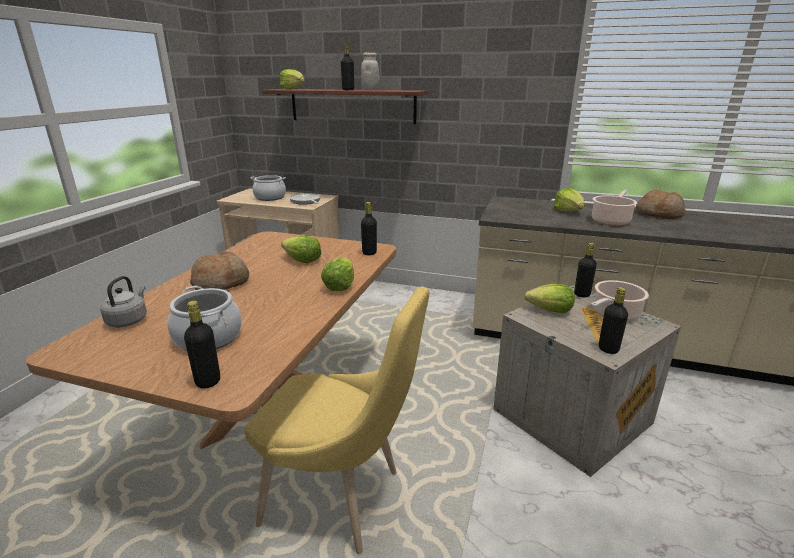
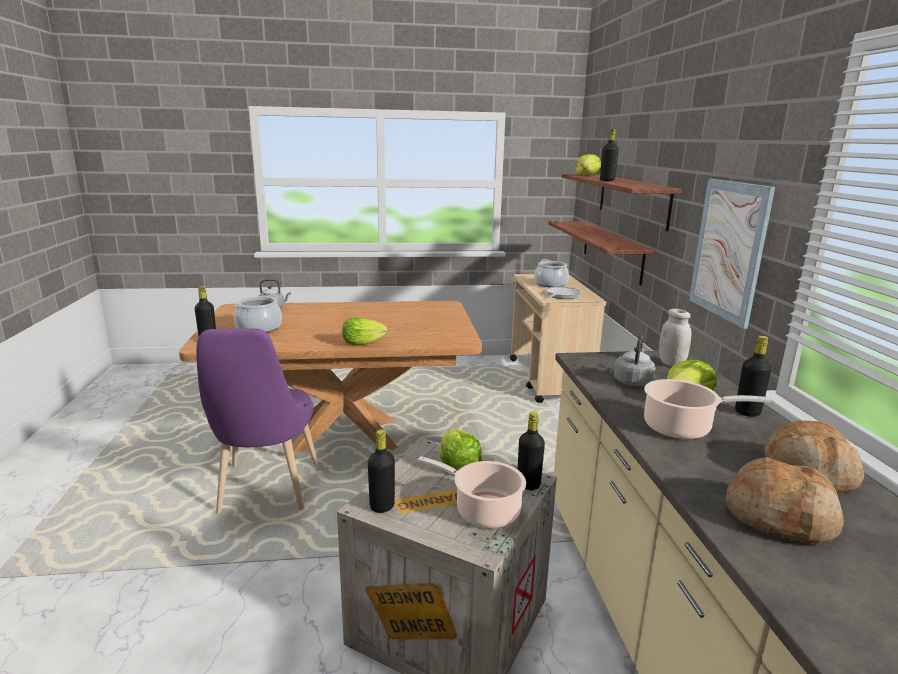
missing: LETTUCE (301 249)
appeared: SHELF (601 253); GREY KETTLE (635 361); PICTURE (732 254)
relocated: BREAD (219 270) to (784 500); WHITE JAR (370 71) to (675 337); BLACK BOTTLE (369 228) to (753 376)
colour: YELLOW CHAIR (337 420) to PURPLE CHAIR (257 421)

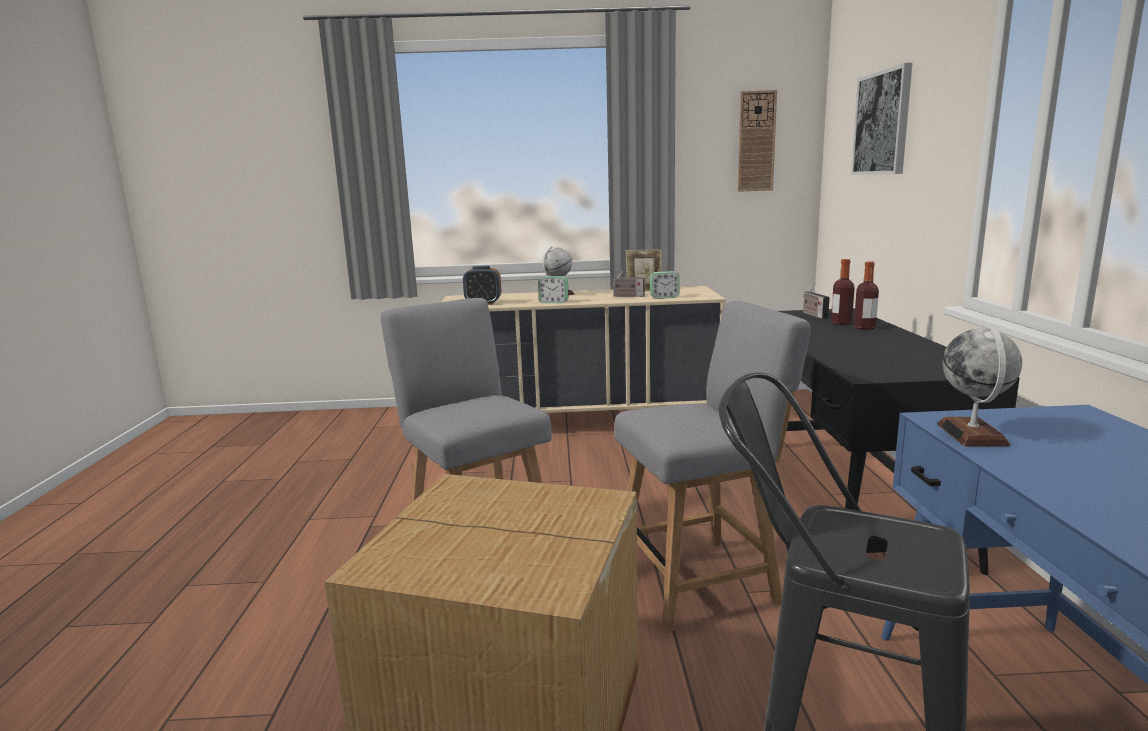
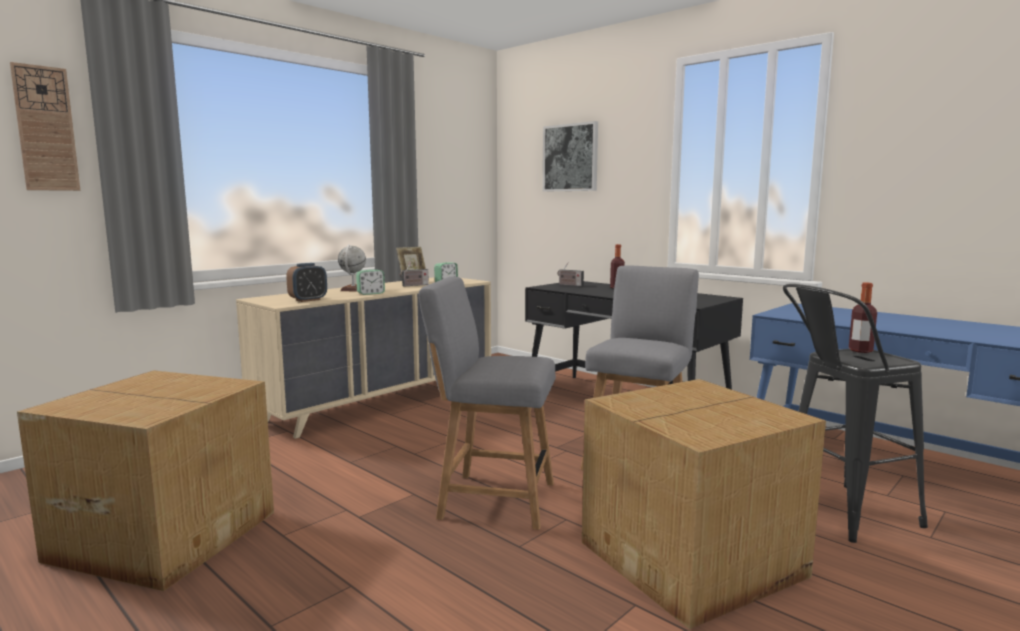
missing: GLOBE (979 387)
appeared: CARDBOARD BOX (145 480)
relocated: WALL CLOCK (757 141) to (45 126); BOTTLE (843 292) to (863 317)

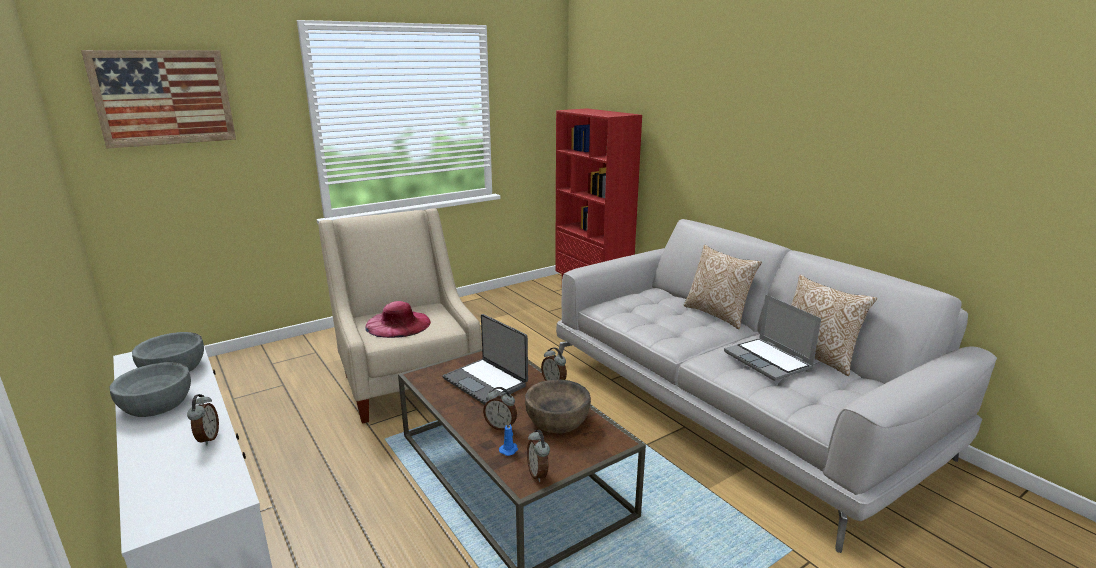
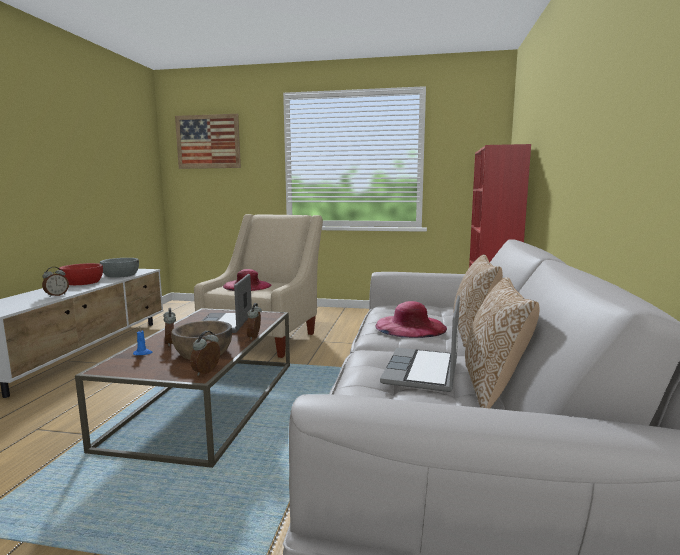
appeared: PINK HAT (411 319)
relocated: ALARM CLOCK (538 456) to (205 353)
colour: GREY BOWL (150 389) to RED BOWL (81 274)

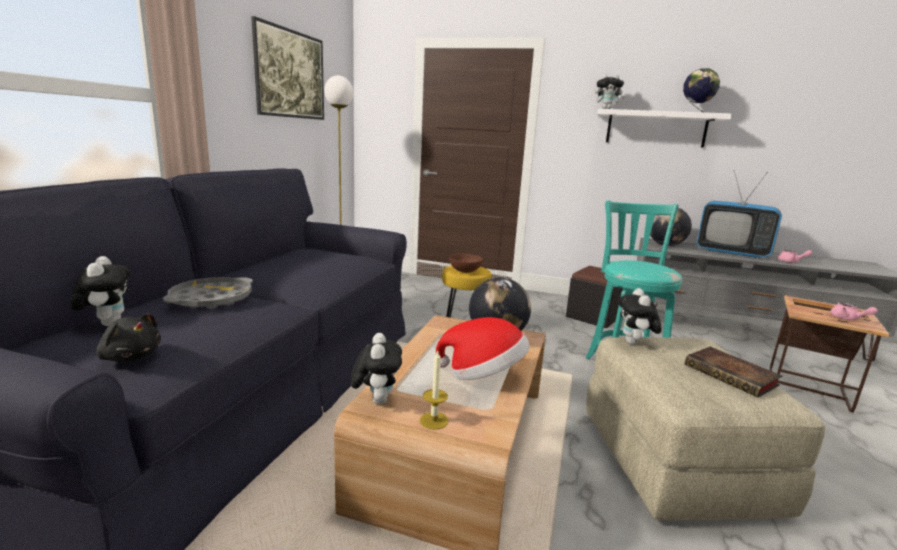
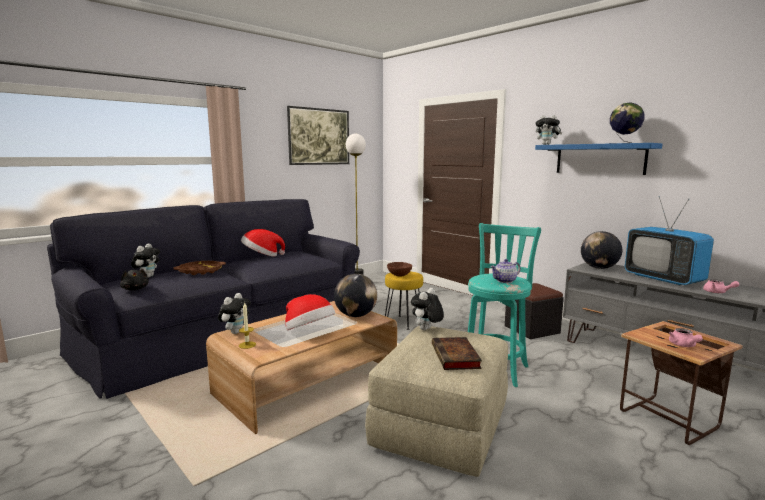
appeared: HAT (263 243); TEAPOT (505 271)
colour: GREY TRAY (208 293) to BROWN TRAY (199 268); WHITE SHELF (665 128) to BLUE SHELF (598 159)

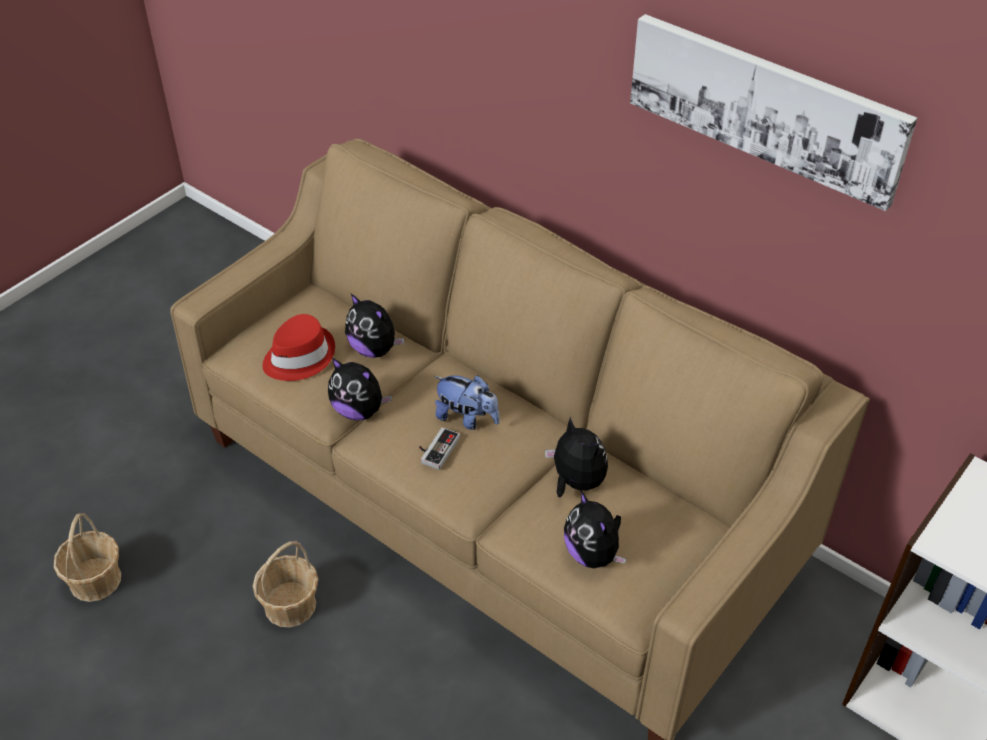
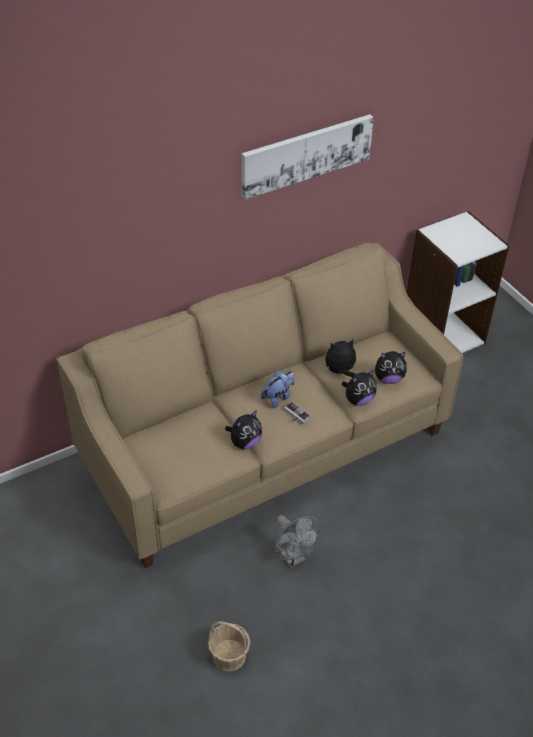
missing: RED HAT (299 347)
relocated: PLUSH TOY (374 326) to (359 388)
exchanged: BASKET (285 584) to GREY FAN (297 541)

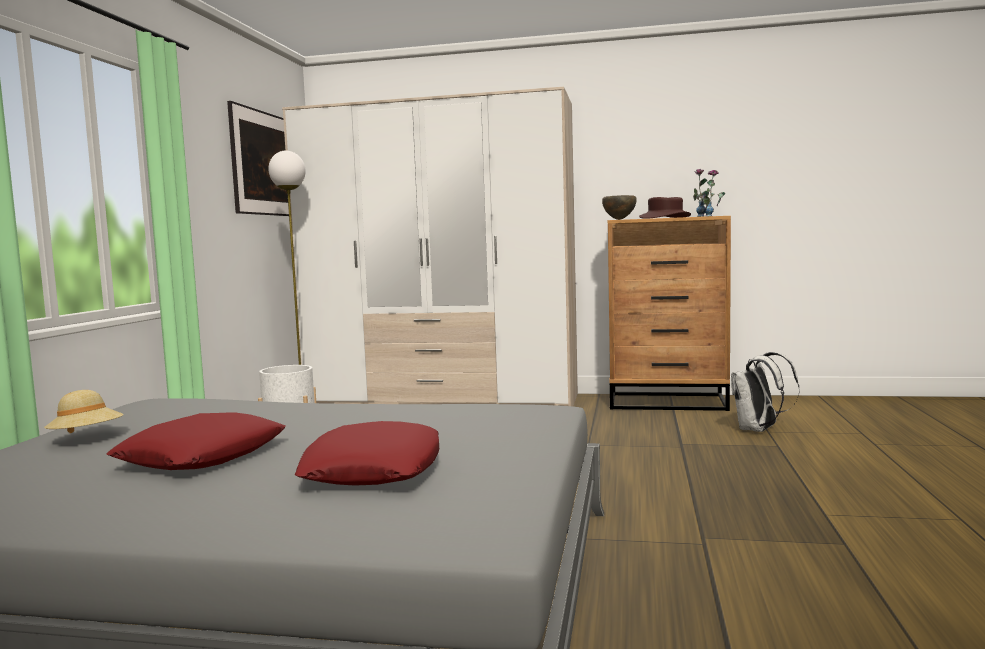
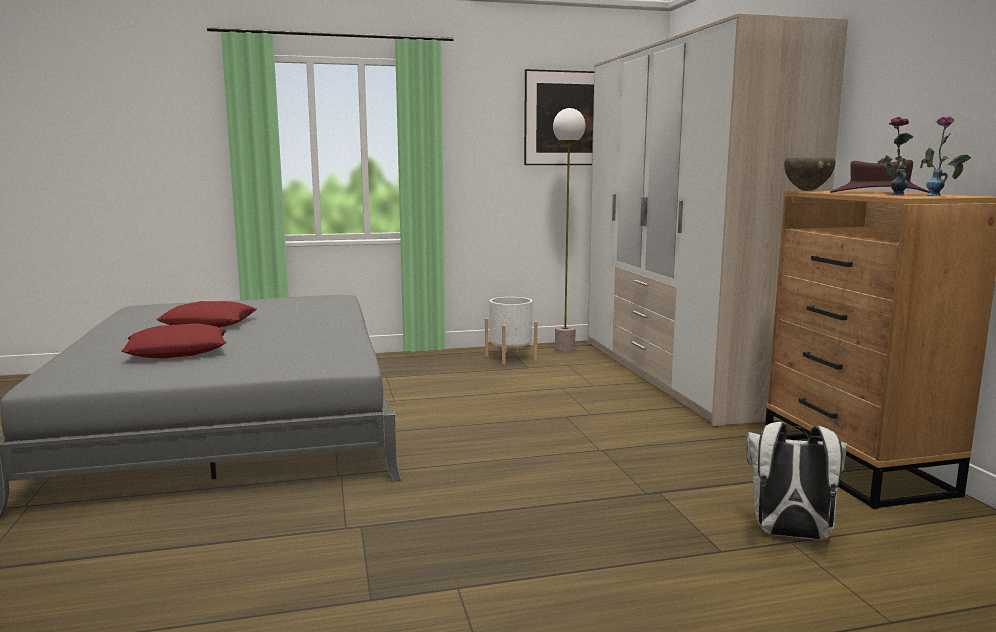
missing: BEIGE HAT (84 411)

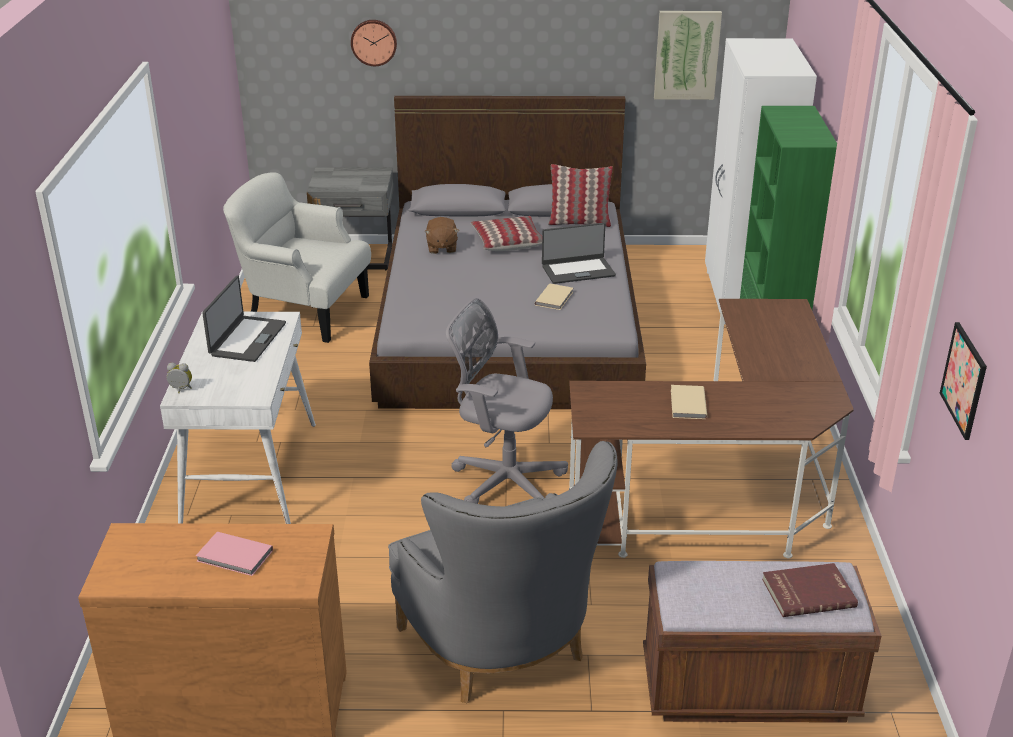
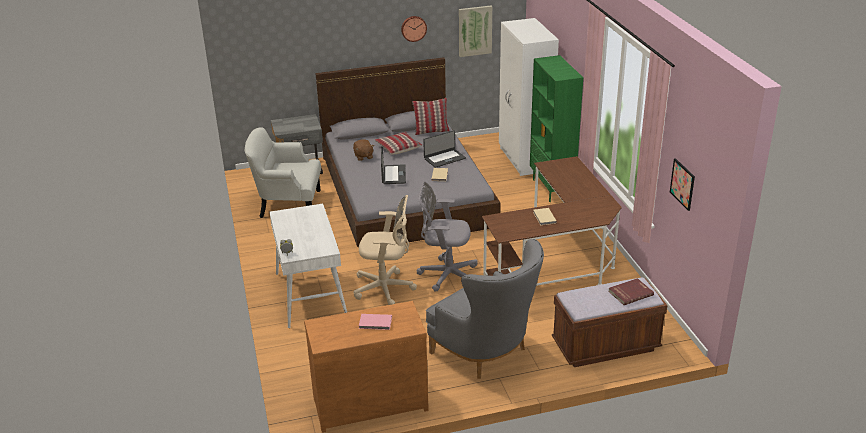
appeared: BEIGE OFFICE CHAIR (385 250)
relocated: LAPTOP (244 319) to (393 165); WALL CLOCK (374 43) to (414 29)

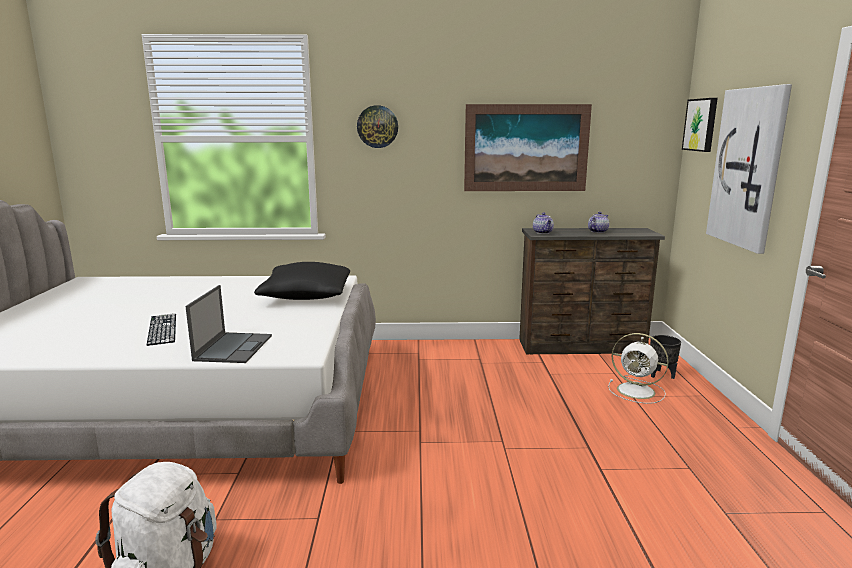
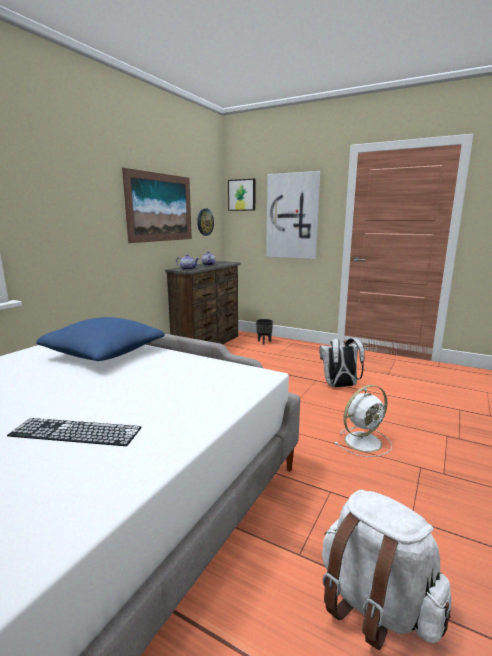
missing: LAPTOP (228 324)
appeared: WHITE BACKPACK (342 363)
relocated: WALL CLOCK (377 126) to (205 222); WHITE FAN (638 368) to (363 421)
colour: BLACK PILLOW (302 281) to BLUE PILLOW (100 339)

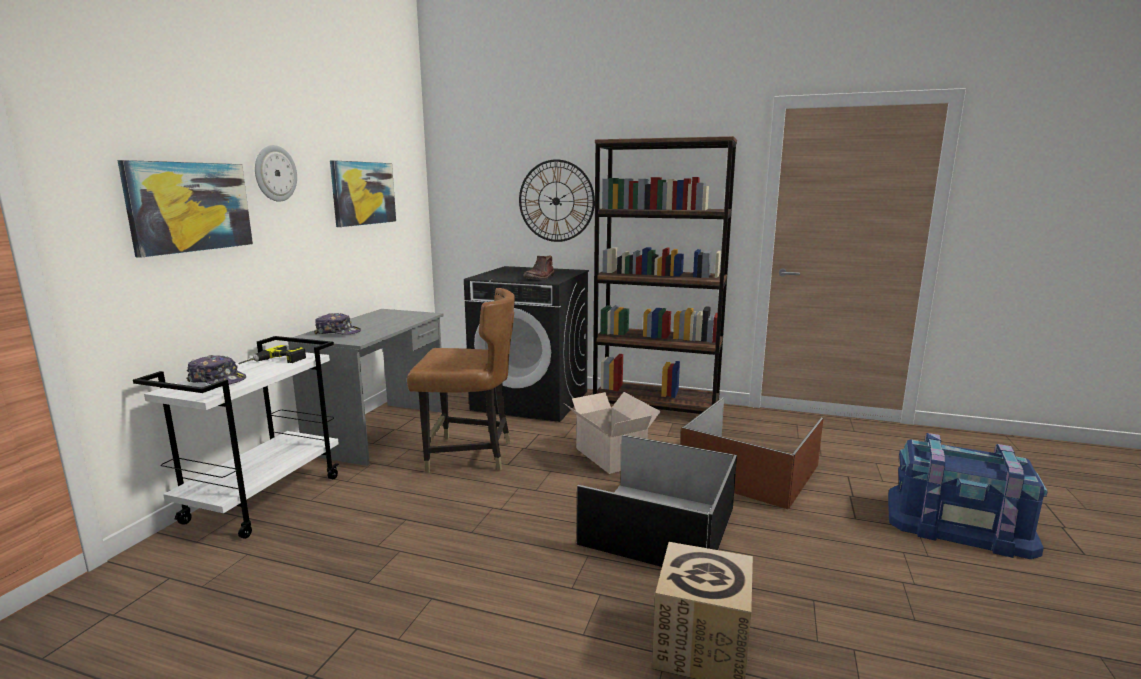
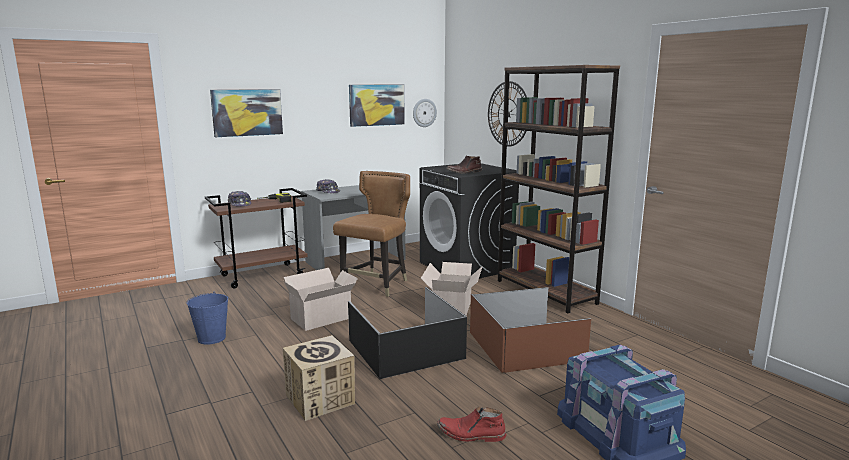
appeared: BLUE BUCKET (207 318); CARDBOARD BOX (321 299); RED BOOT (471 424)
relocated: WALL CLOCK (276 173) to (425 113)
colour: WHITE CART (236 437) to BROWN CART (256 238)
spun: BROWN CHAIR (461 380) = (371 234) 105 degrees counterclockwise

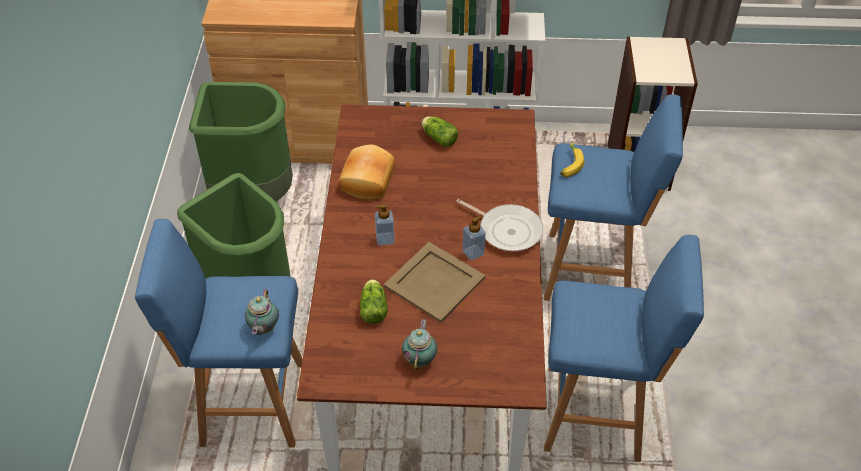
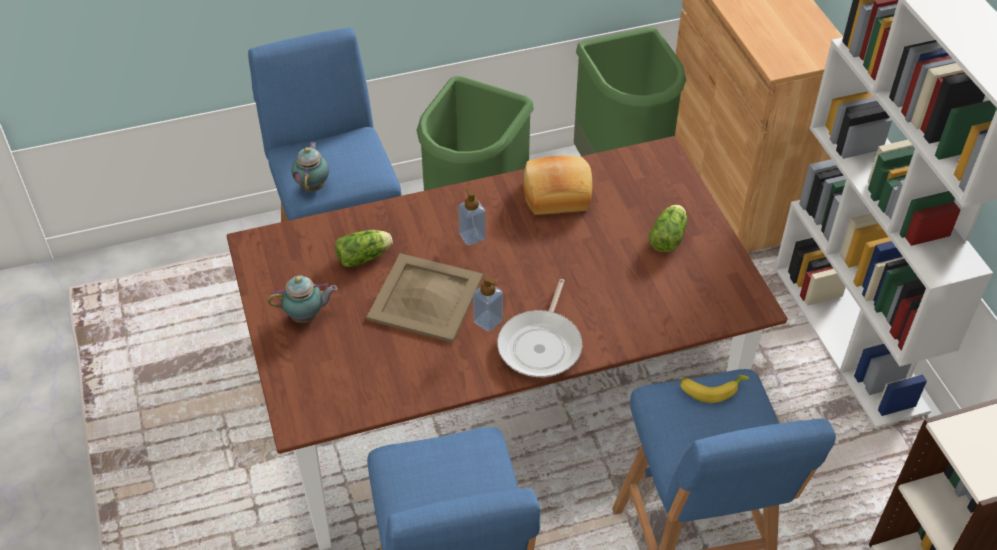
spun: TEAPOT (262 311) = (310 167) 105 degrees clockwise

